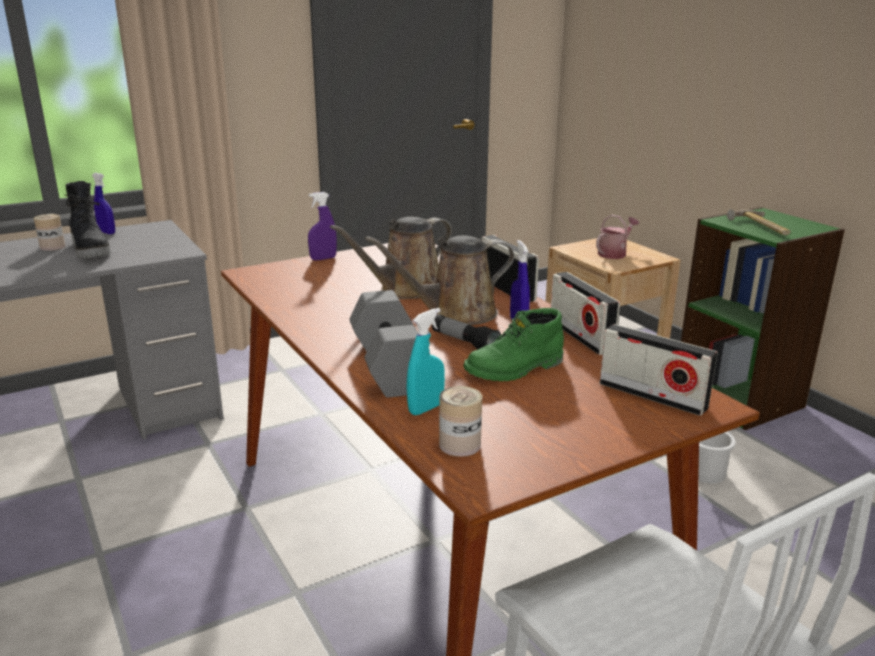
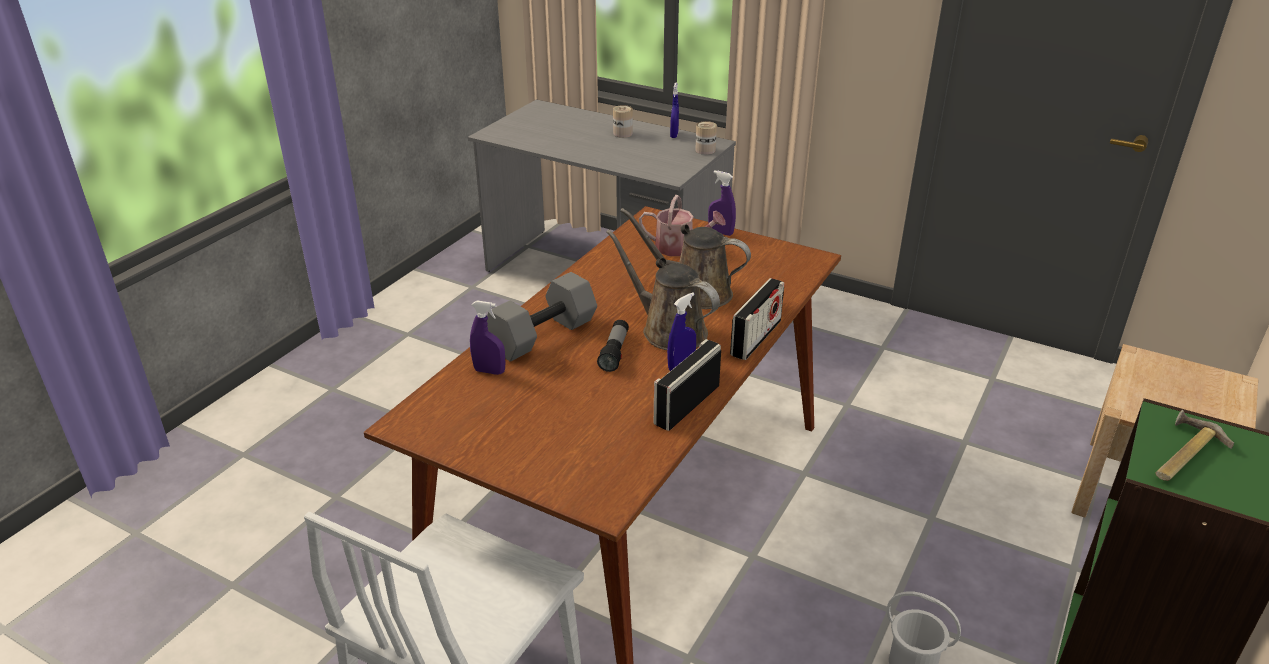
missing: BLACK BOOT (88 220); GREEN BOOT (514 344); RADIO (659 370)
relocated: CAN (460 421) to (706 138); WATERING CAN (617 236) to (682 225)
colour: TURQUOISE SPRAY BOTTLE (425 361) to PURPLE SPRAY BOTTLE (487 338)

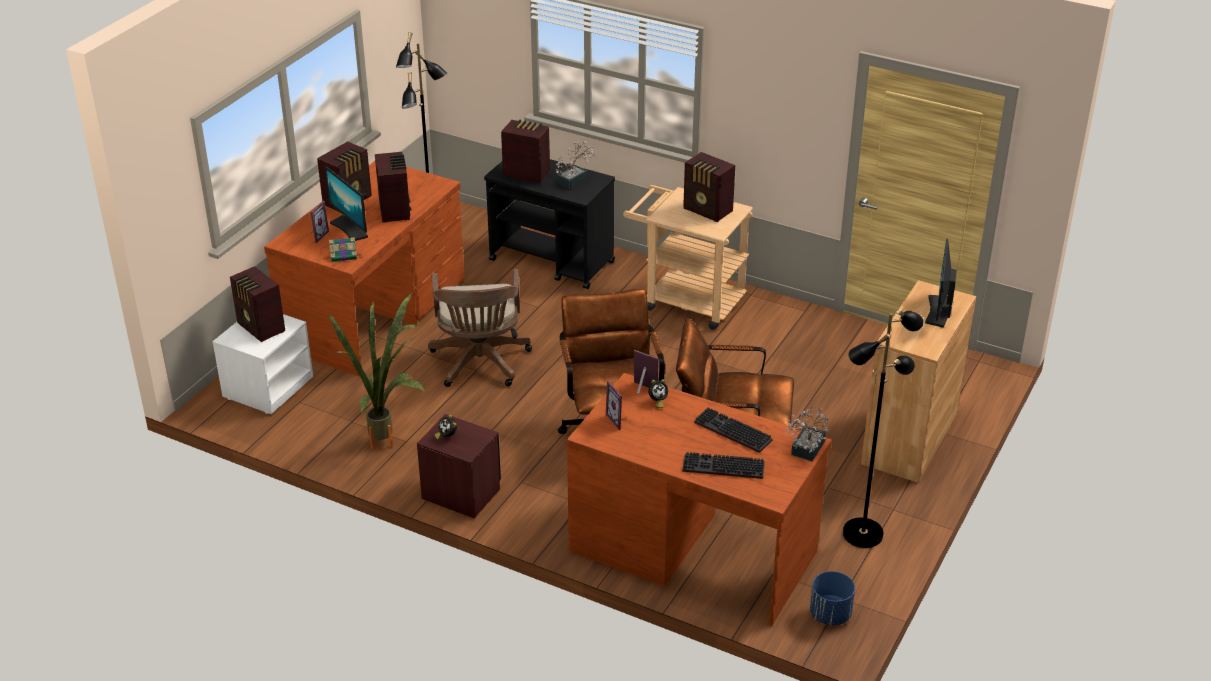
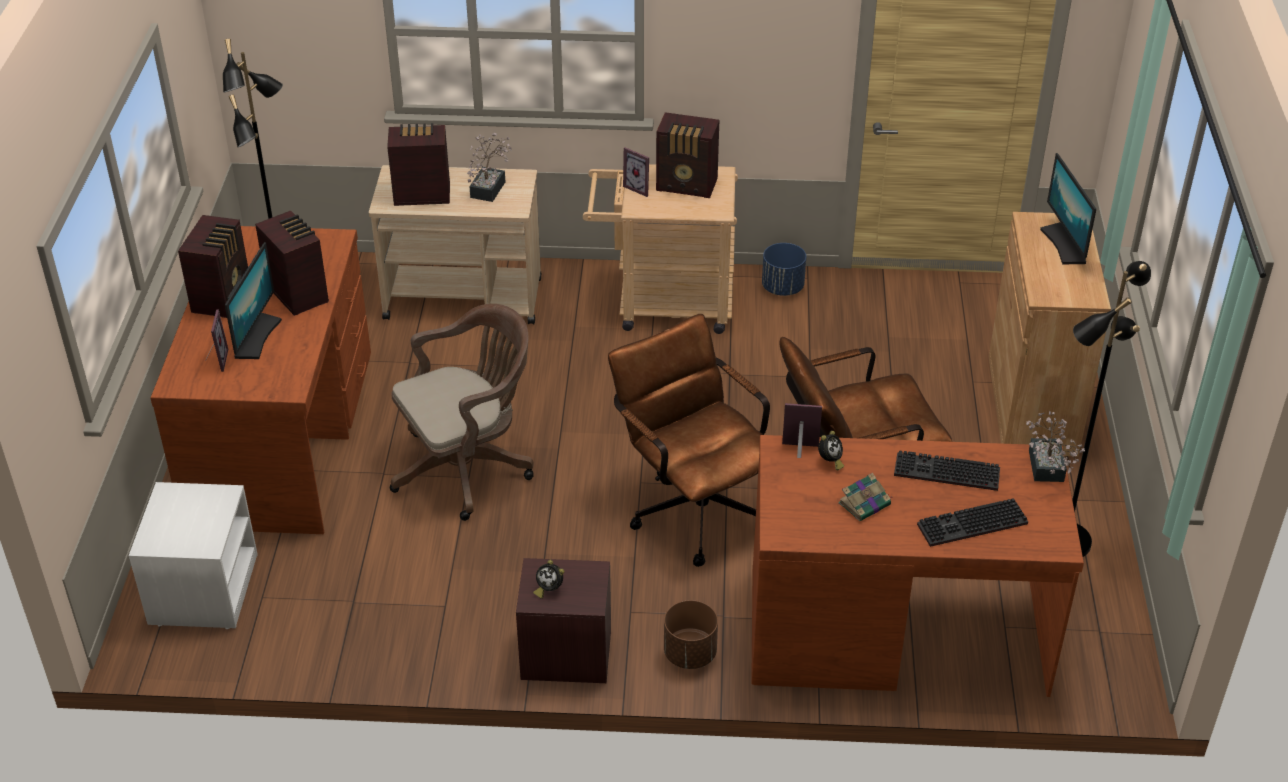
missing: RADIO (257 304); POTTED PLANT (377 371)
appeared: BROWN PLANTER (691 634)
relocated: BOOK (345 249) to (865 497); PICTURE FRAME (616 405) to (636 172); BLUE PLANTER (832 598) to (784 269)
colour: BLACK CART (549 224) to BEIGE CART (455 244)
spun: MONITOR (346 203) = (253 300) 105 degrees counterclockwise; BROWN OFFICE CHAIR (480 328) = (462 412) 90 degrees counterclockwise

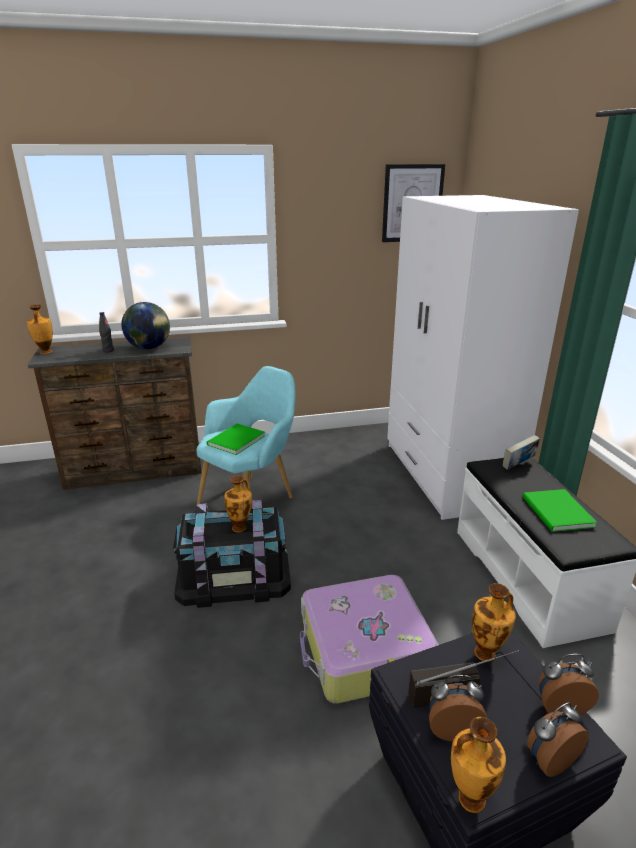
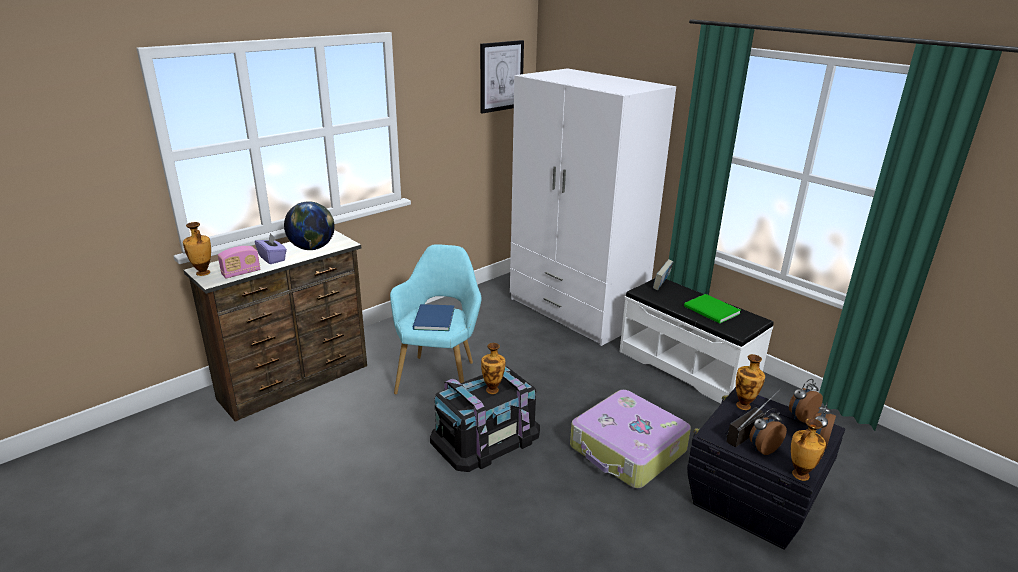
appeared: RADIO (239 262)
exchanged: BLACK BOTTLE (106 332) to PURPLE TISSUE BOX (271 248)
colour: GREEN BOOK (236 439) to BLUE BOOK (433 317)

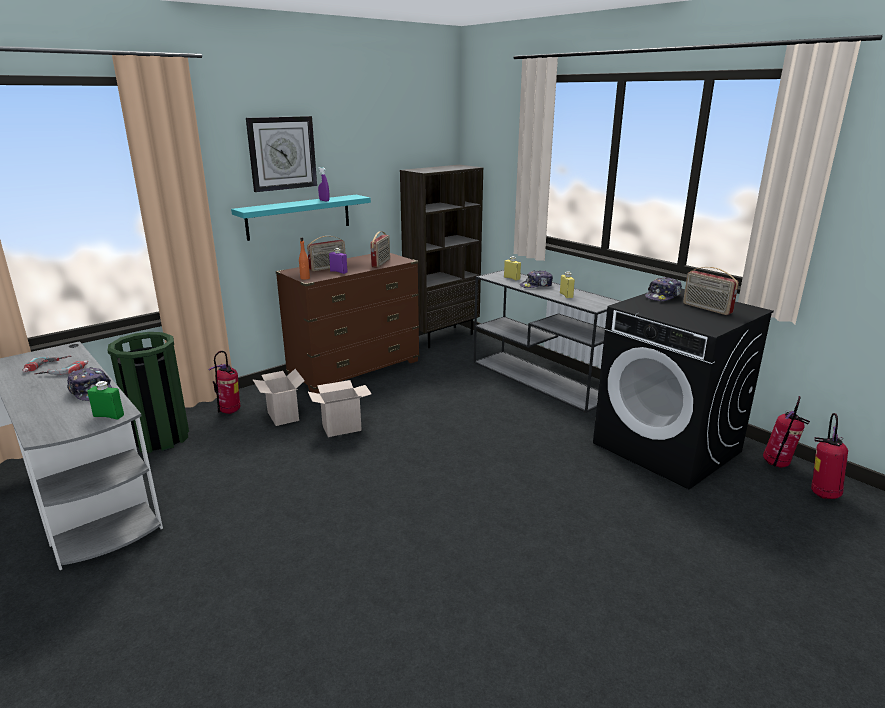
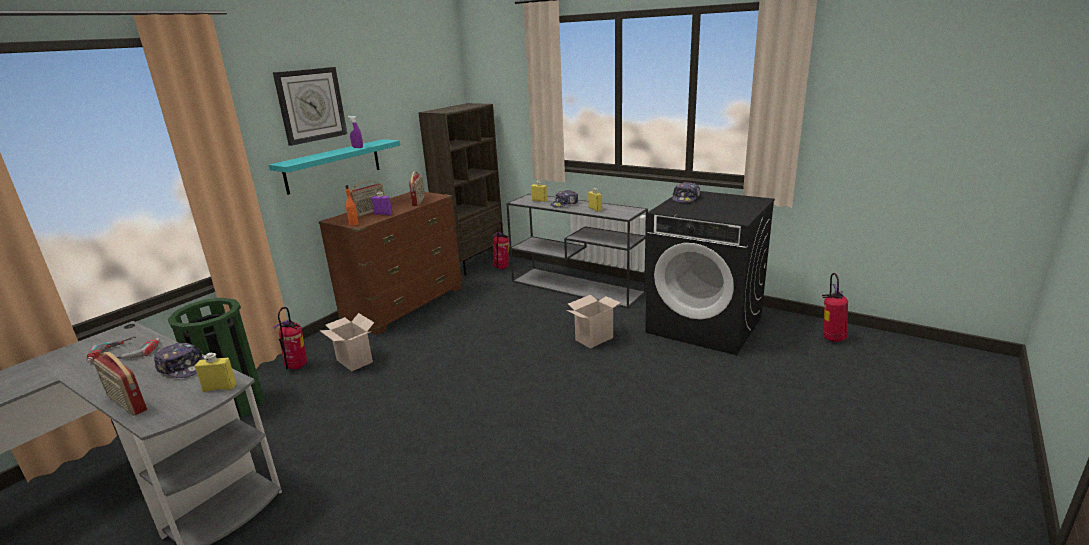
relocated: CARDBOARD BOX (339 408) to (593 322); RADIO (711 291) to (120 384); FIRE EXTINGUISHER (786 432) to (501 245)
colour: GREEN BOTTLE (105 400) to YELLOW BOTTLE (216 372)

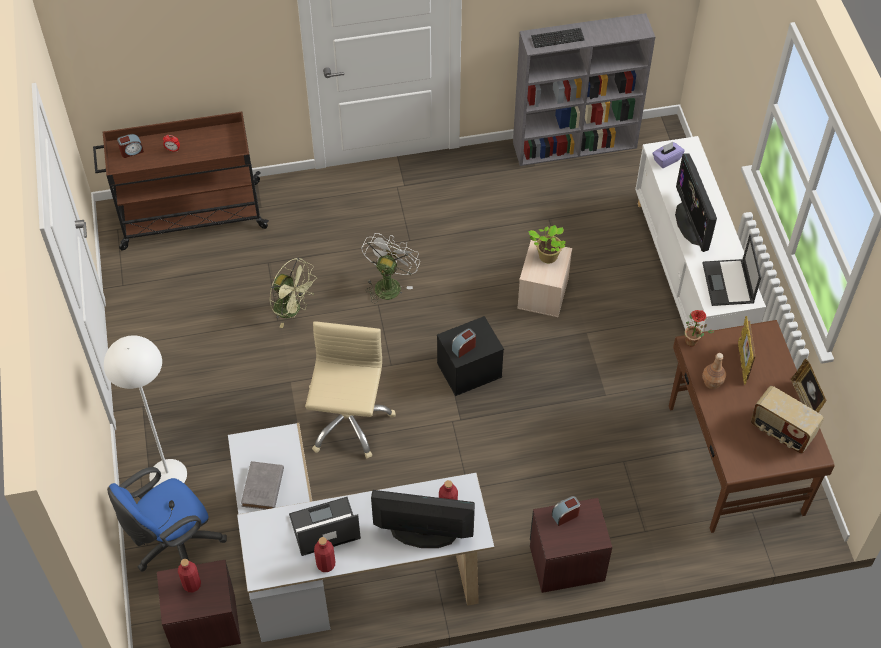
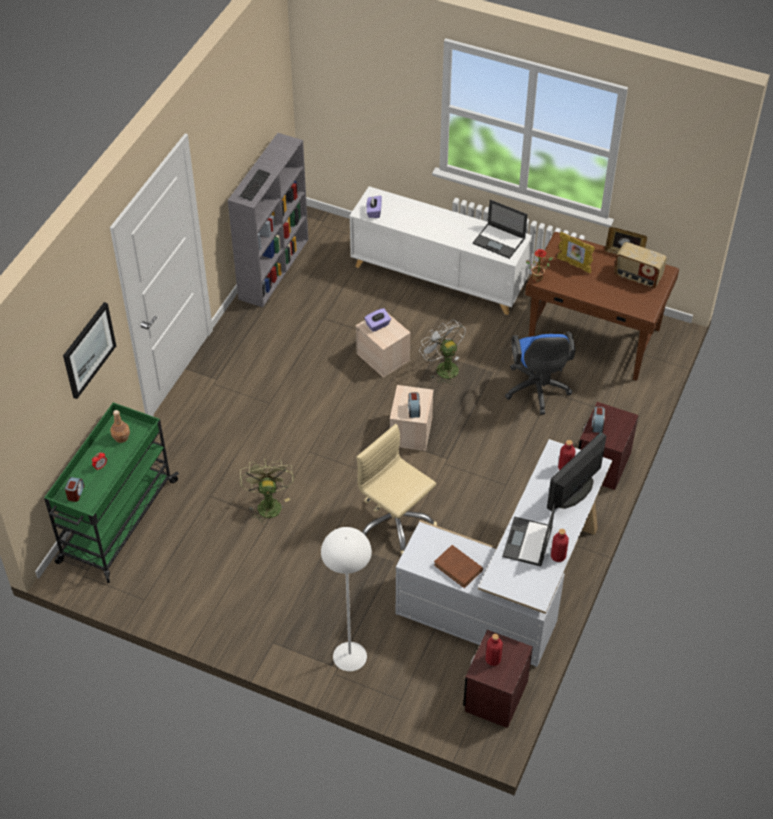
missing: MONITOR (696 203)
appeared: PICTURE (89 350)
relocated: BLUE OFFICE CHAIR (167 519) to (540 373); WHITE FAN (391 268) to (442 352); BROWN BOTTLE (714 371) to (120 426)
exchanged: POTTED PLANT (547 244) to PURPLE TISSUE BOX (377 320)
colour: BROWN CART (181 181) to GREEN CART (111 492); GREY BOOK (262 485) to BROWN BOOK (458 566); BLACK STORAGE BOX (470 356) to BEIGE STORAGE BOX (411 418)
spun: GREEN FAN (293 293) = (267 492) 75 degrees counterclockwise; RADIO (787 420) = (640 265) 45 degrees clockwise

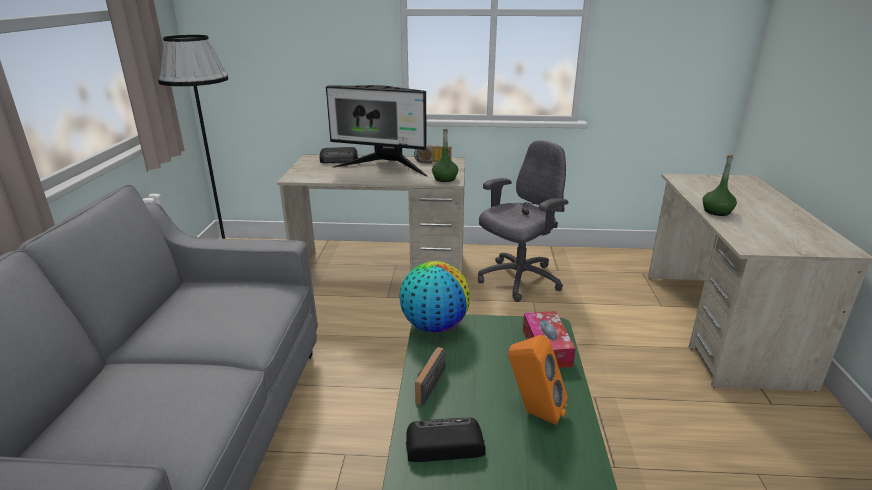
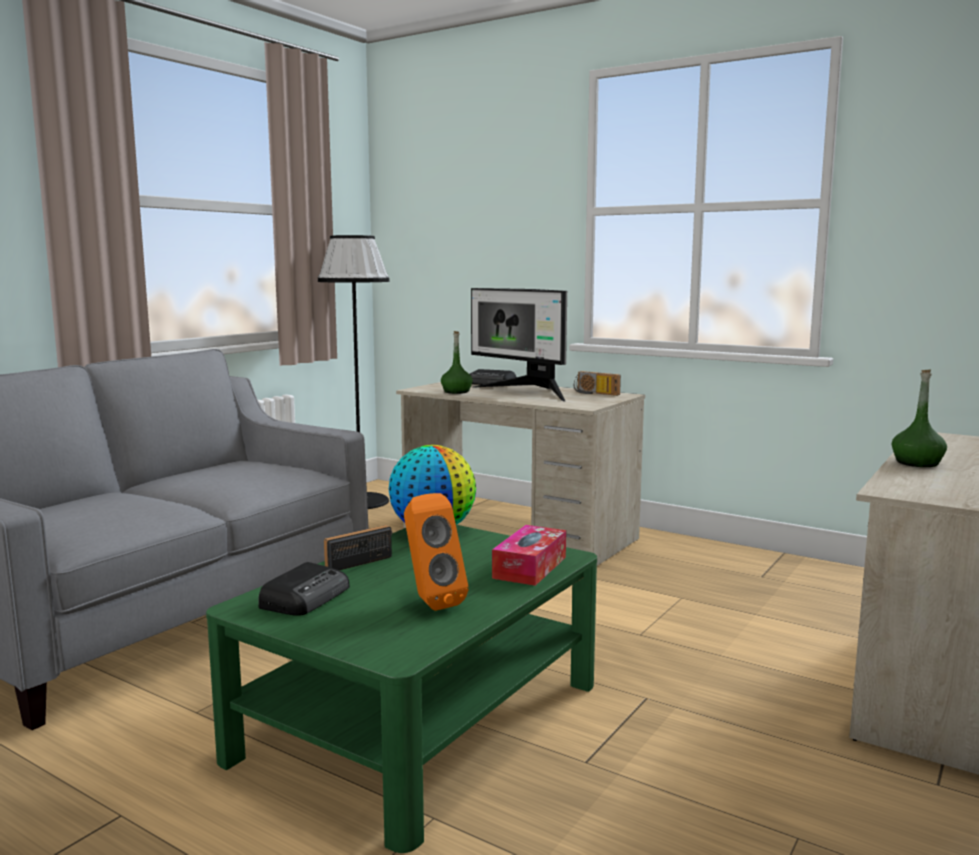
missing: GREY OFFICE CHAIR (523 221)
relocated: GREEN BOTTLE (445 155) to (457 362)
spun: RADIO (446 440) = (304 589) 90 degrees clockwise

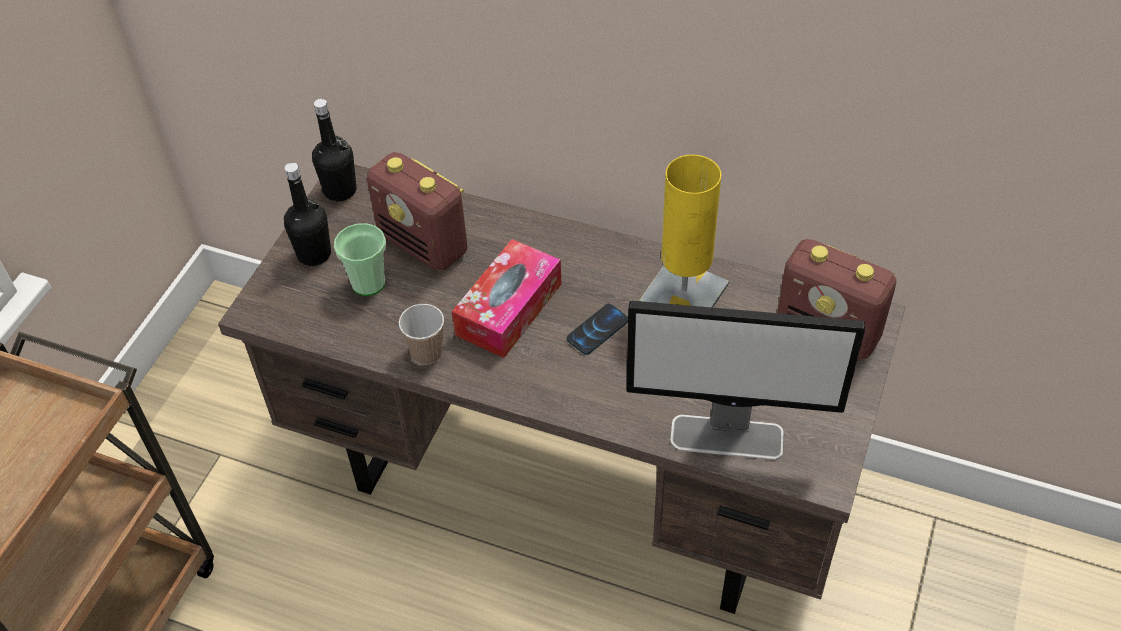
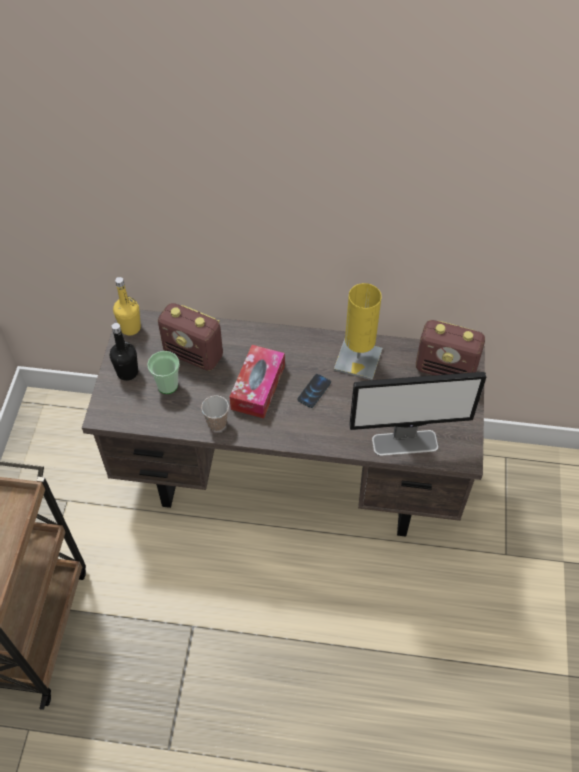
colour: BLACK BOTTLE (334 150) to YELLOW BOTTLE (127 306)

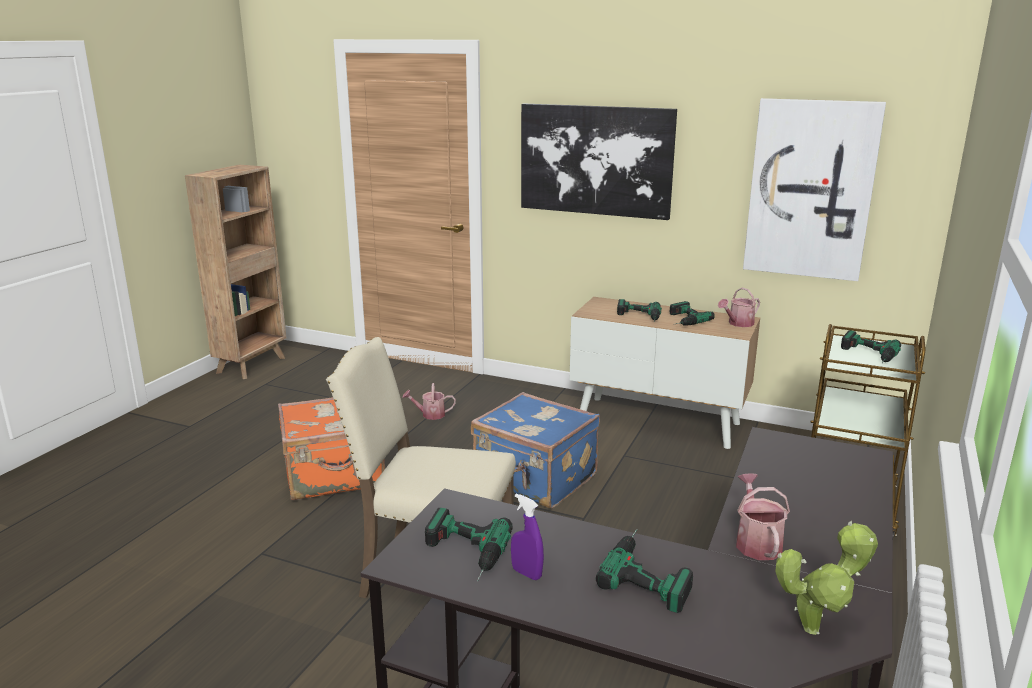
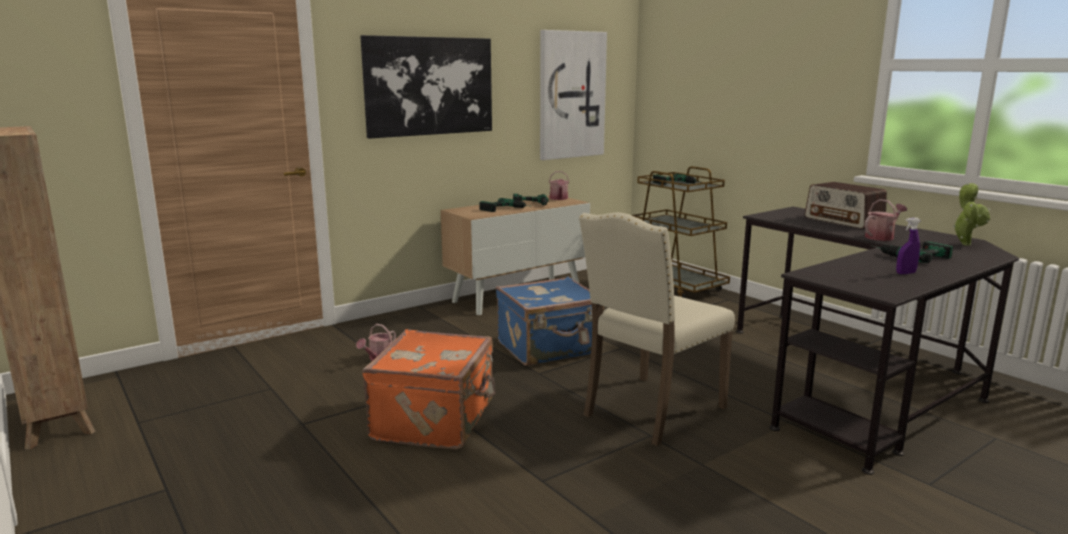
missing: POWER DRILL (469 544)
appeared: RADIO (846 205)
spun: WATERING CAN (763 516) = (886 220) 120 degrees clockwise

